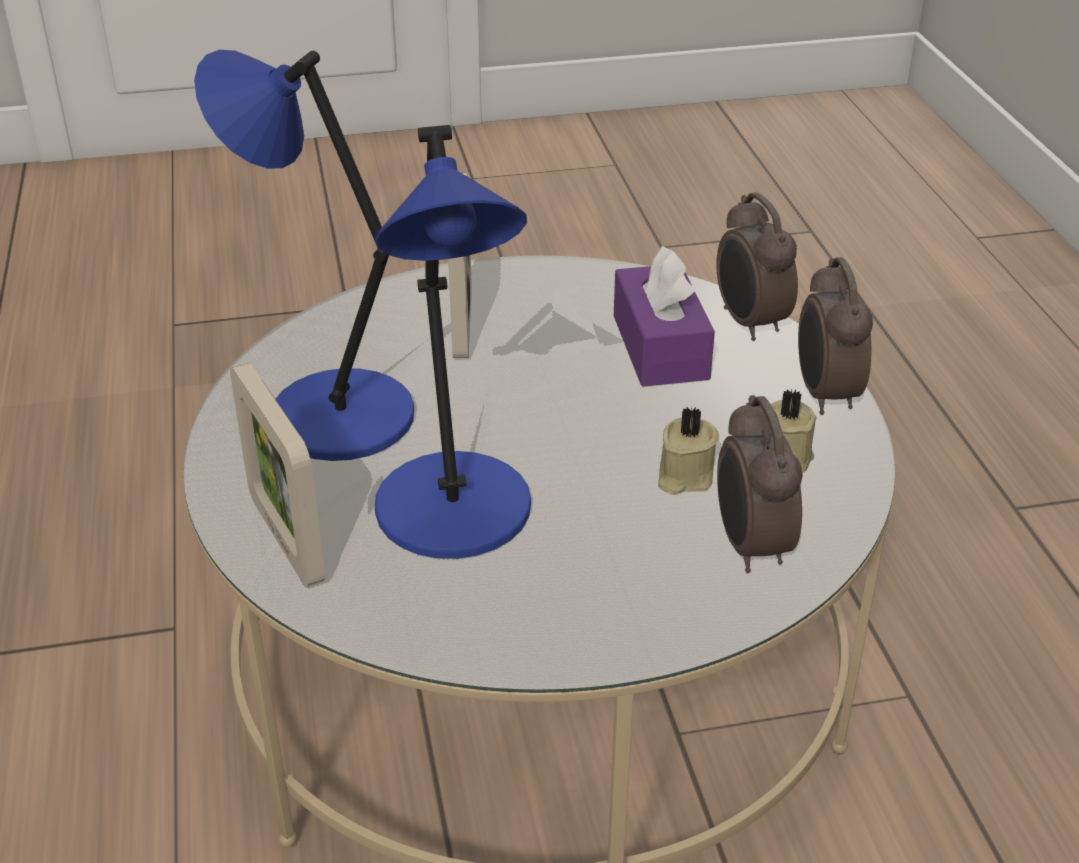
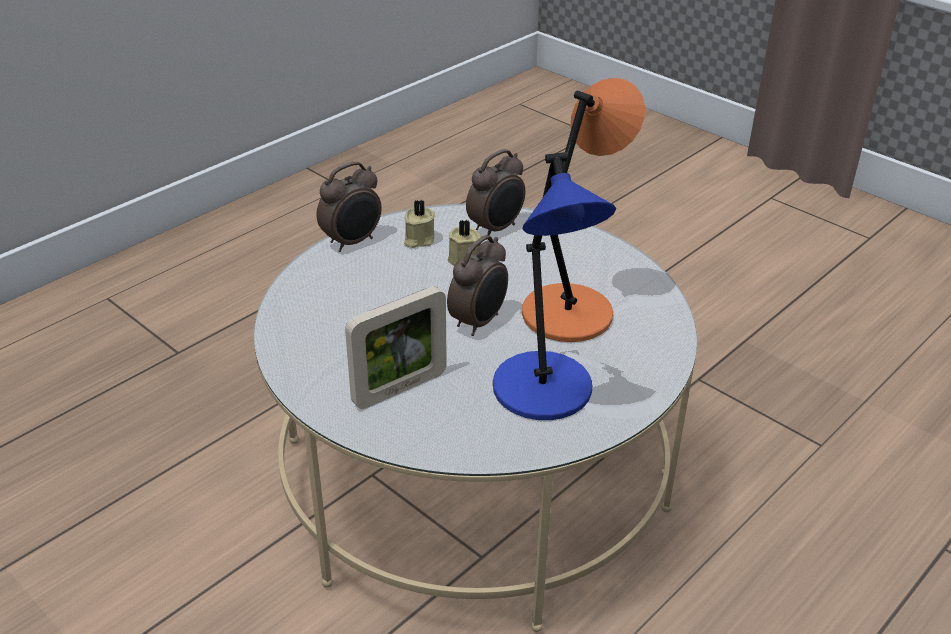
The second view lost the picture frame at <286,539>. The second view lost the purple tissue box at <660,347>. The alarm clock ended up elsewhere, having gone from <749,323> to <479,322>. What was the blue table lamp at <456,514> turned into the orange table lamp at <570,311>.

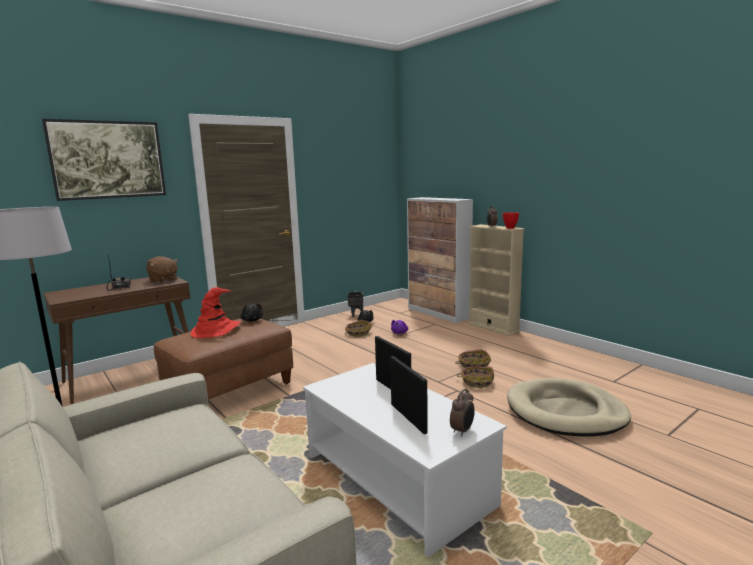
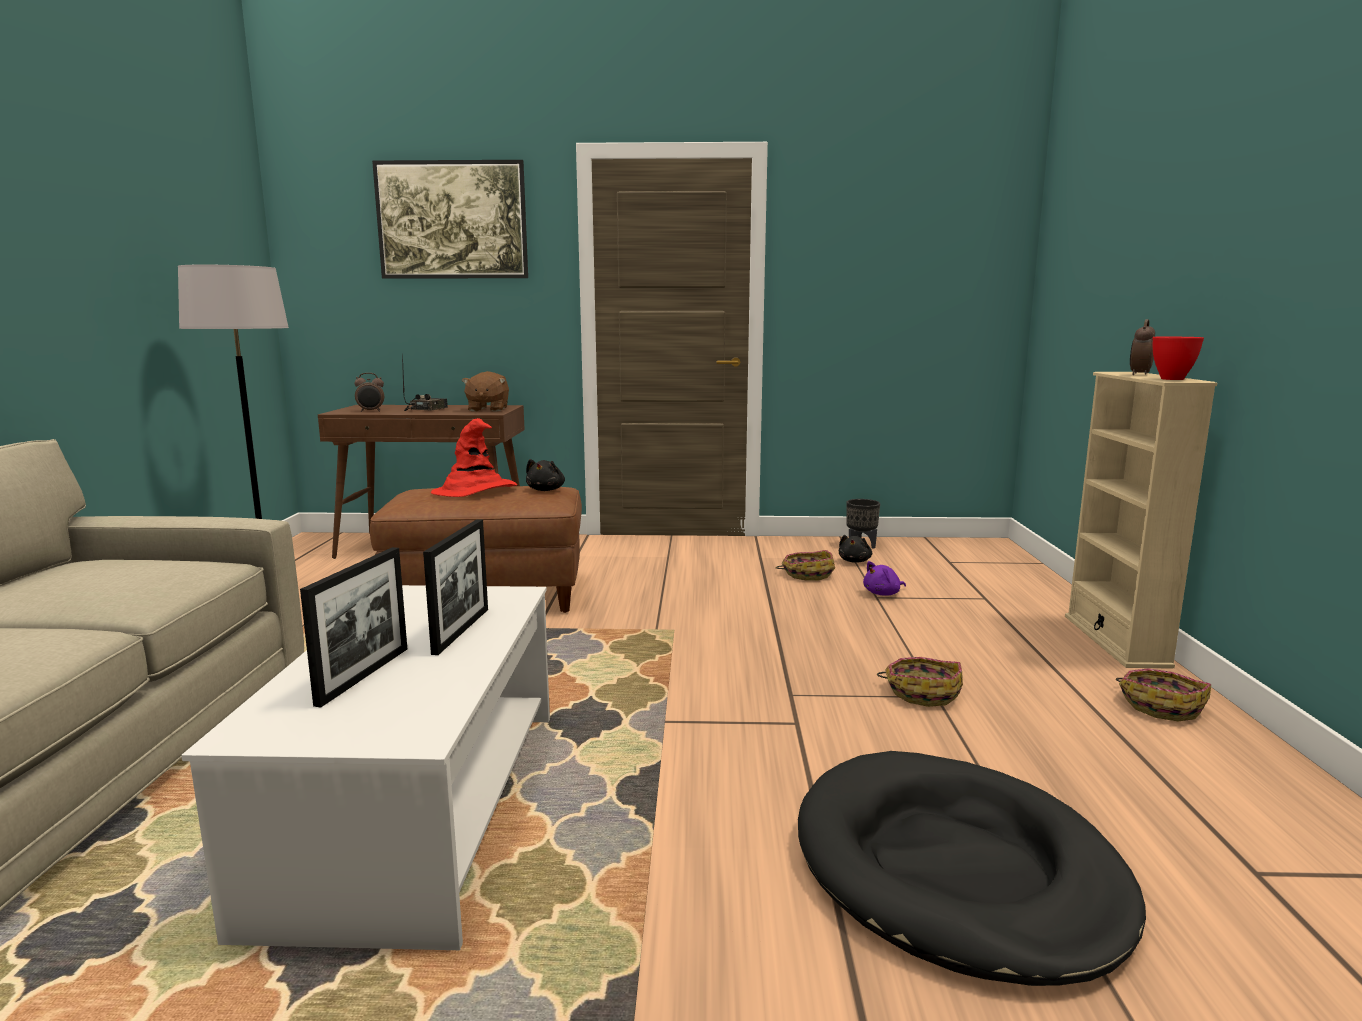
The second view lost the cabinet at <438,313>. The alarm clock ended up elsewhere, having gone from <462,431> to <371,411>. The basket ended up elsewhere, having gone from <477,381> to <1161,705>. What was the beige dog bed at <565,412> turned into the black dog bed at <956,870>.

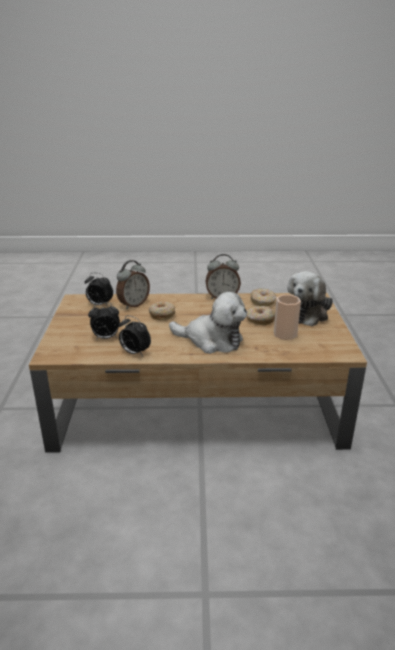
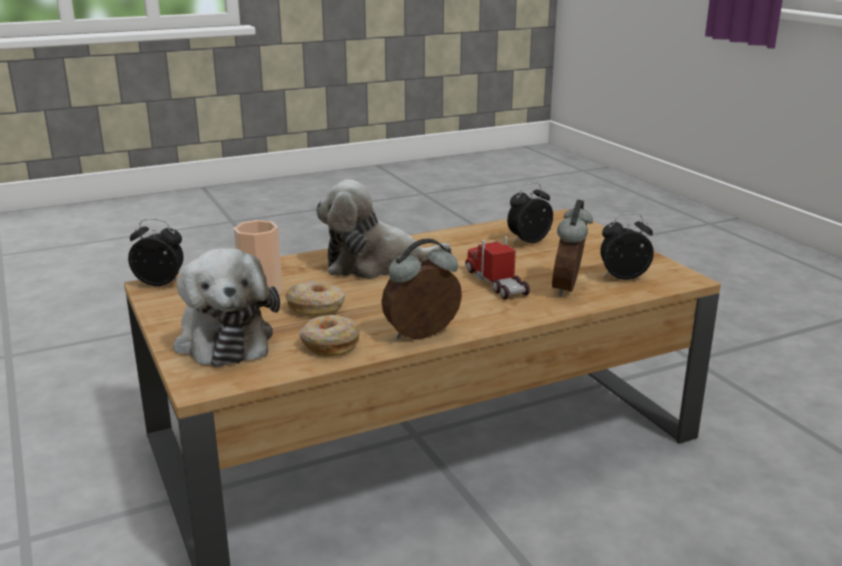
The alarm clock ended up elsewhere, having gone from <134,353> to <161,283>. Where the donut stood at <162,315>, the toy truck came to stand at <496,283>. The plush toy at <308,313> ended up facing another way, 150 degrees clockwise from before.

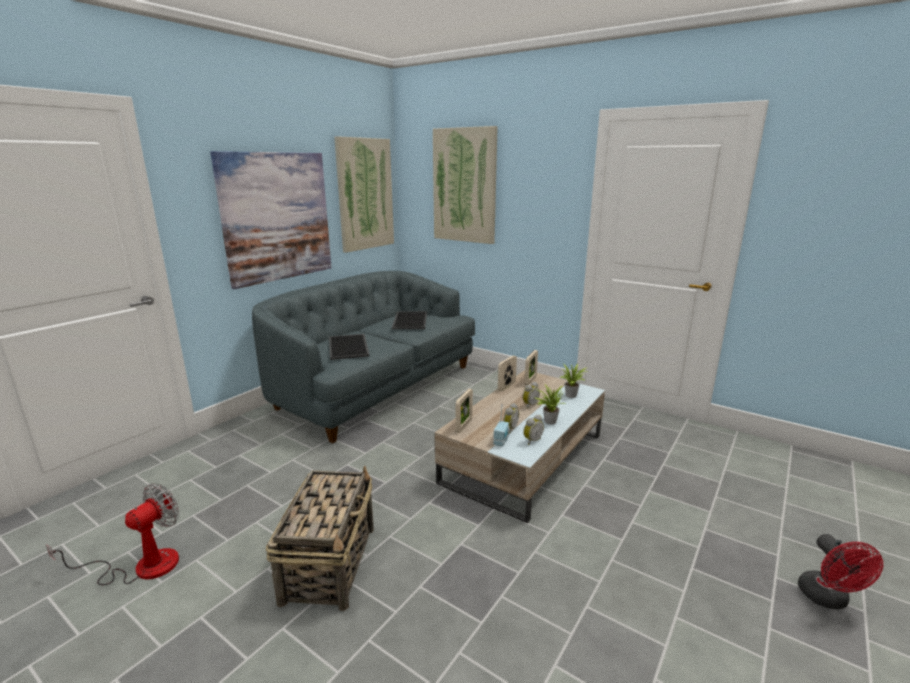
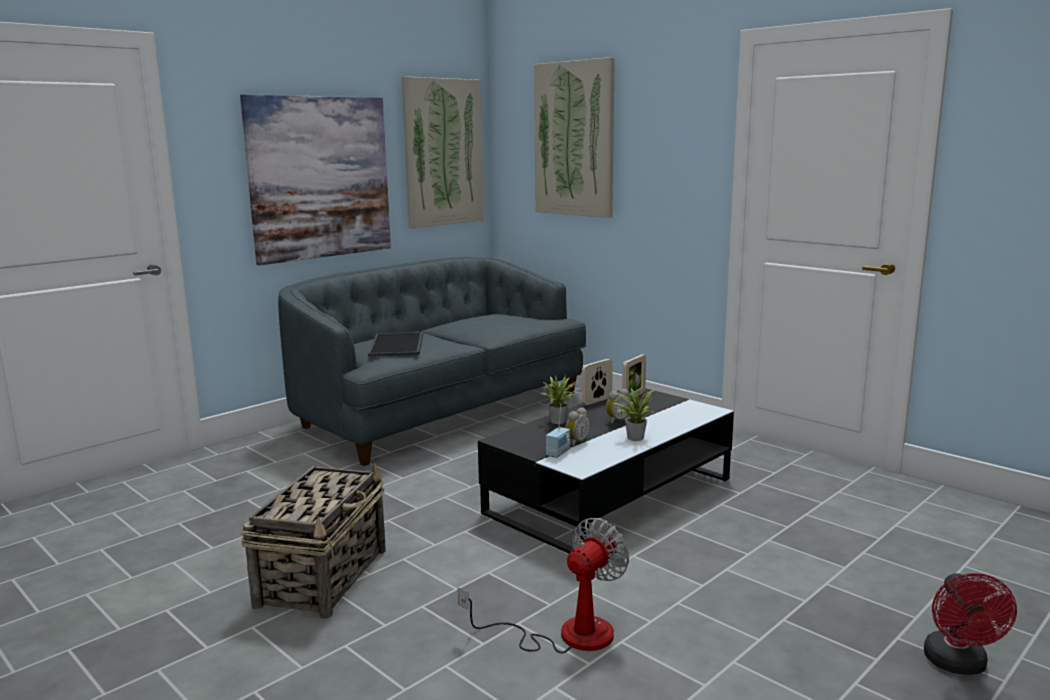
The second view lost the tray at <409,320>. The second view lost the picture frame at <464,425>. The second view lost the alarm clock at <531,440>. The fan ended up elsewhere, having gone from <141,566> to <566,634>. The potted plant ended up elsewhere, having gone from <572,395> to <560,421>. What was the beige coffee table at <524,458> turned into the black coffee table at <610,495>.

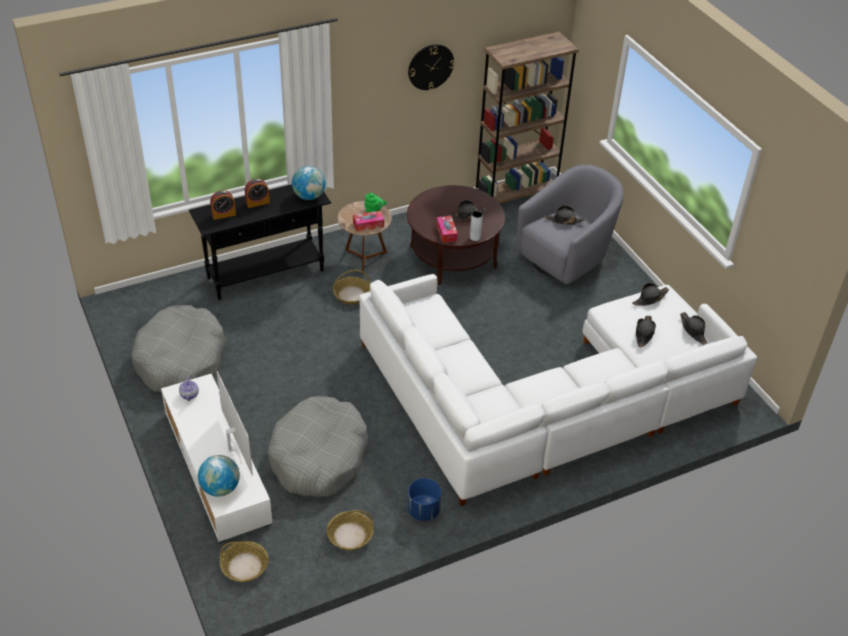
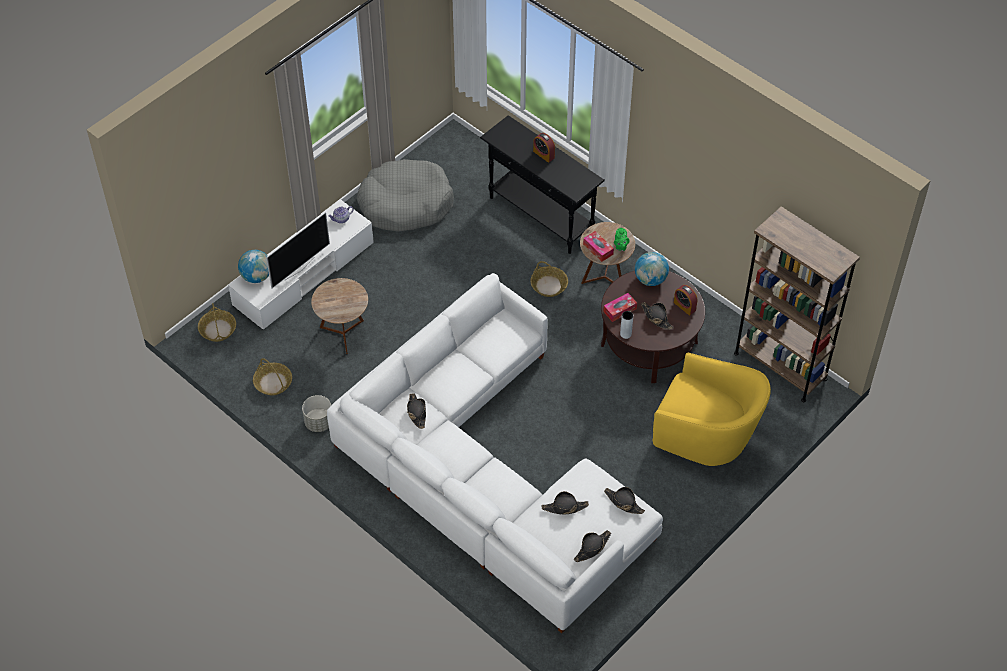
The second view lost the wall clock at <430,66>. The alarm clock ended up elsewhere, having gone from <223,214> to <684,306>. The globe ended up elsewhere, having gone from <309,196> to <650,279>. The black hat ended up elsewhere, having gone from <564,220> to <416,412>. Where the grey dog bed stood at <319,457>, the brown side table came to stand at <343,334>. What was the blue planter at <423,511> turned into the grey planter at <318,422>. What was the grey armchair at <566,256> turned into the yellow armchair at <706,436>.

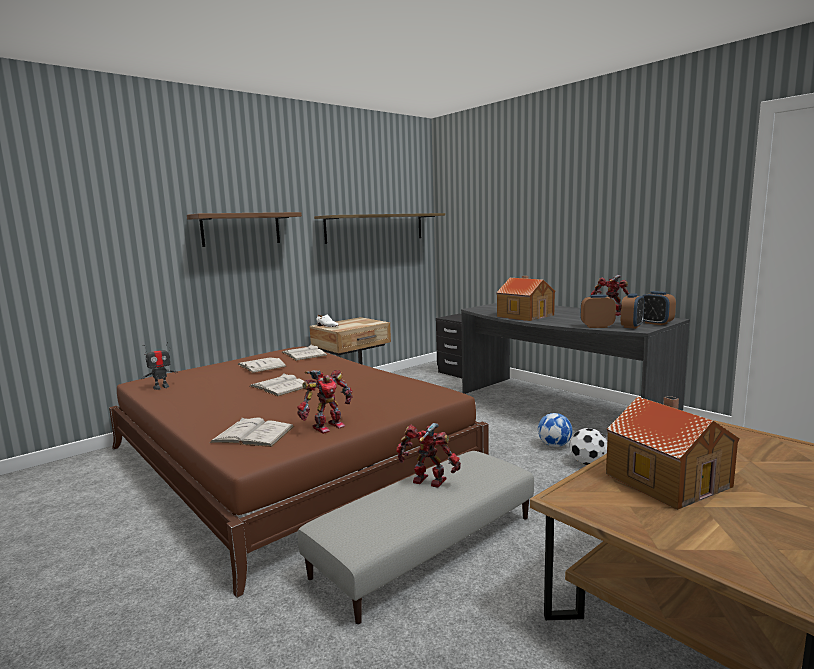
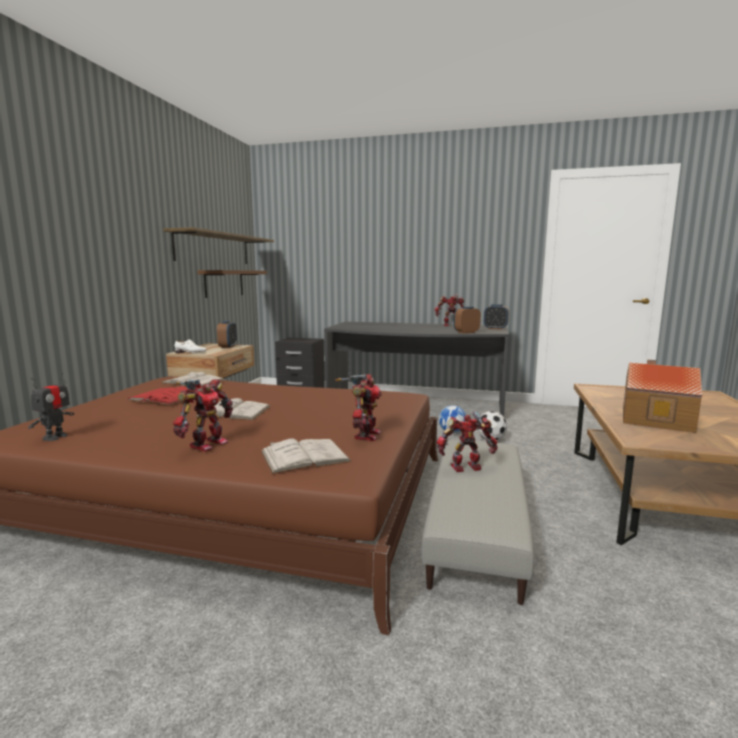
The second view lost the toy house at <525,315>. The second view gained the toy robot at <206,444>. The brown shelf ended up elsewhere, having gone from <241,229> to <224,283>. The alarm clock ended up elsewhere, having gone from <631,326> to <228,347>. What was the white book at <261,365> turned into the red book at <164,397>.

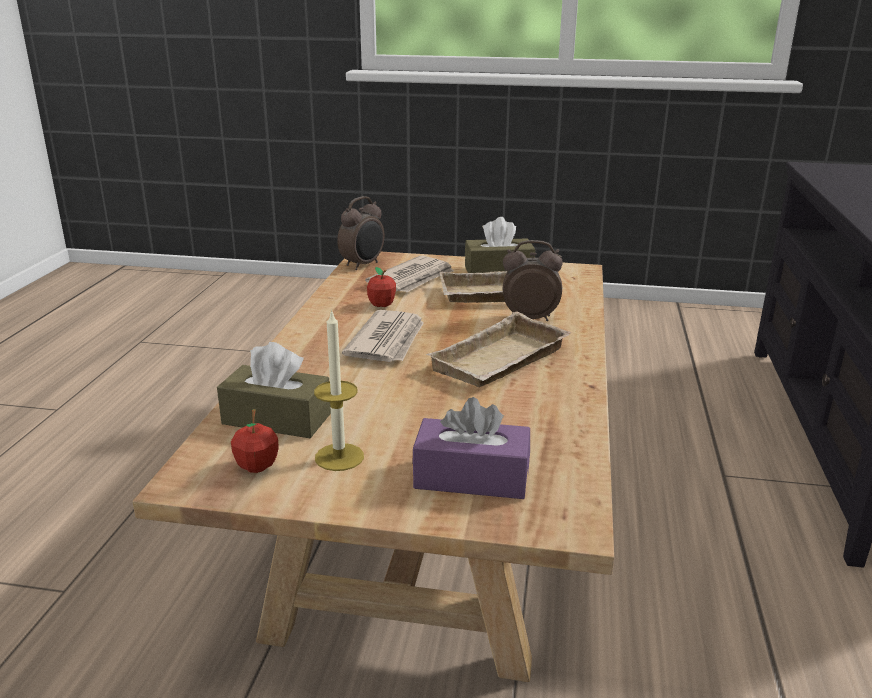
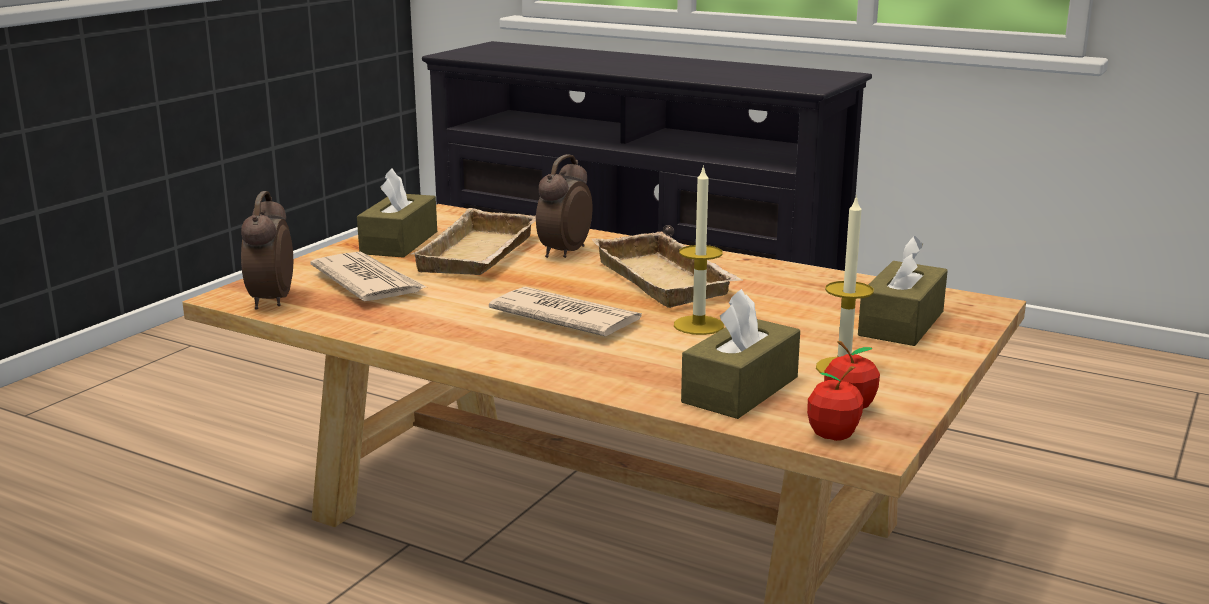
The second view gained the candle at <698,325>. The apple ended up elsewhere, having gone from <381,305> to <833,435>. What was the purple tissue box at <471,477> turned into the brown tissue box at <901,323>. The alarm clock at <363,265> ended up facing another way, 150 degrees counterclockwise from before.

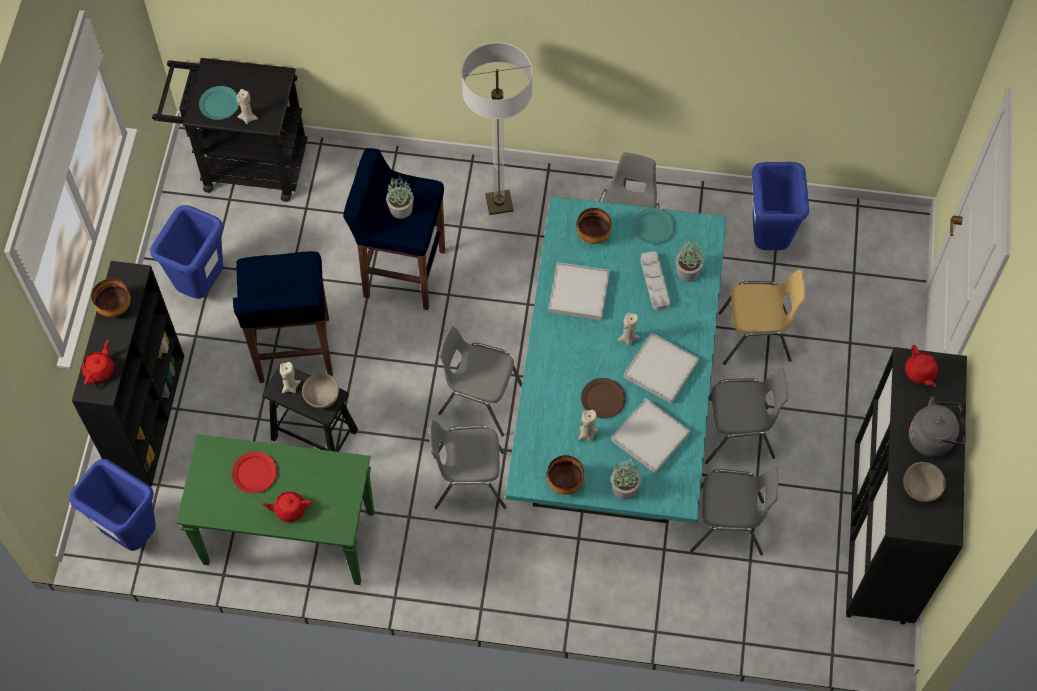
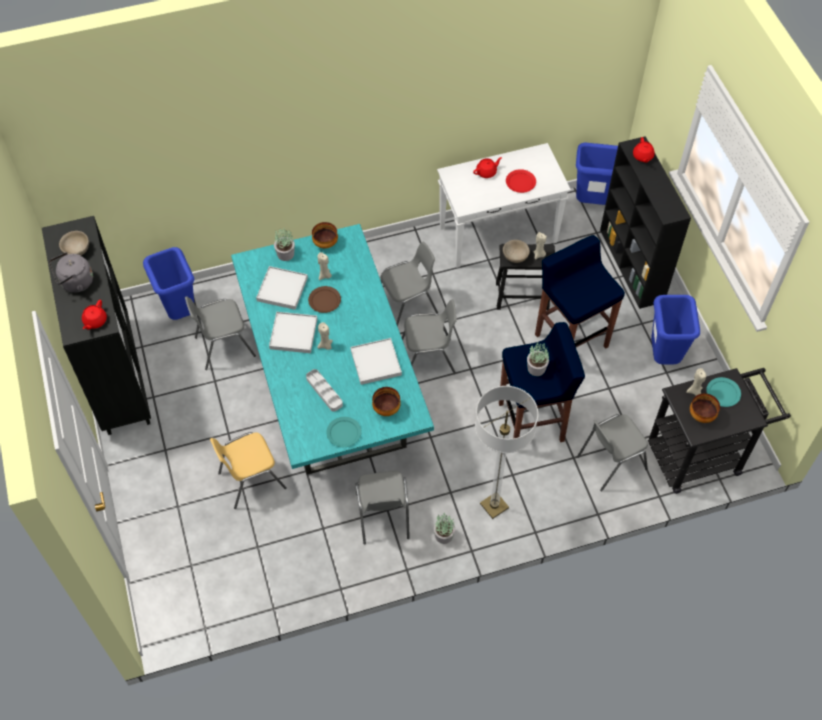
The bowl ended up elsewhere, having gone from <114,307> to <702,415>. The potted plant ended up elsewhere, having gone from <688,272> to <443,535>. The grey chair ended up elsewhere, having gone from <737,435> to <610,462>. The blue trash can ended up elsewhere, having gone from <768,240> to <180,311>. What was the green console table at <287,538> turned into the white console table at <498,234>. The red teapot at <920,372> ended up facing another way, 120 degrees counterclockwise from before.

